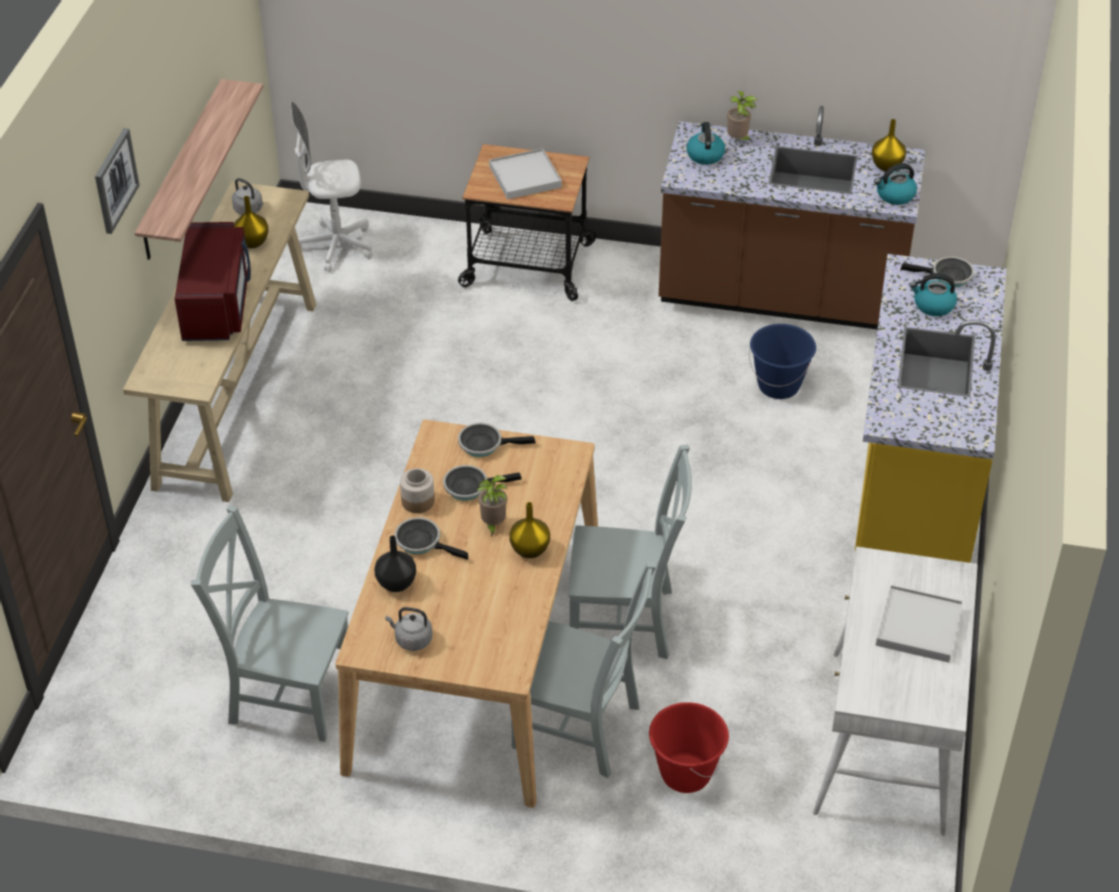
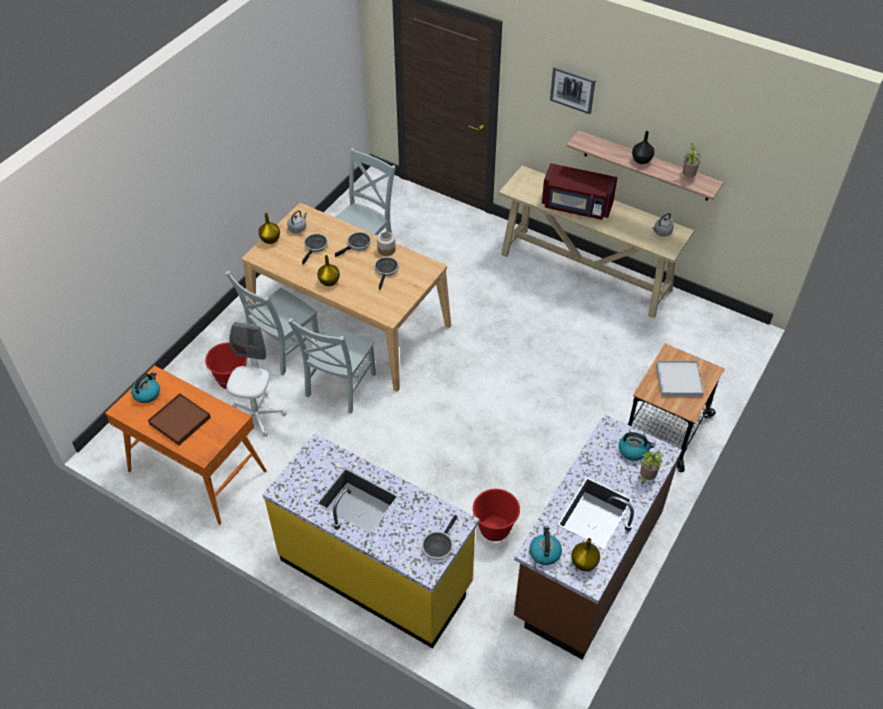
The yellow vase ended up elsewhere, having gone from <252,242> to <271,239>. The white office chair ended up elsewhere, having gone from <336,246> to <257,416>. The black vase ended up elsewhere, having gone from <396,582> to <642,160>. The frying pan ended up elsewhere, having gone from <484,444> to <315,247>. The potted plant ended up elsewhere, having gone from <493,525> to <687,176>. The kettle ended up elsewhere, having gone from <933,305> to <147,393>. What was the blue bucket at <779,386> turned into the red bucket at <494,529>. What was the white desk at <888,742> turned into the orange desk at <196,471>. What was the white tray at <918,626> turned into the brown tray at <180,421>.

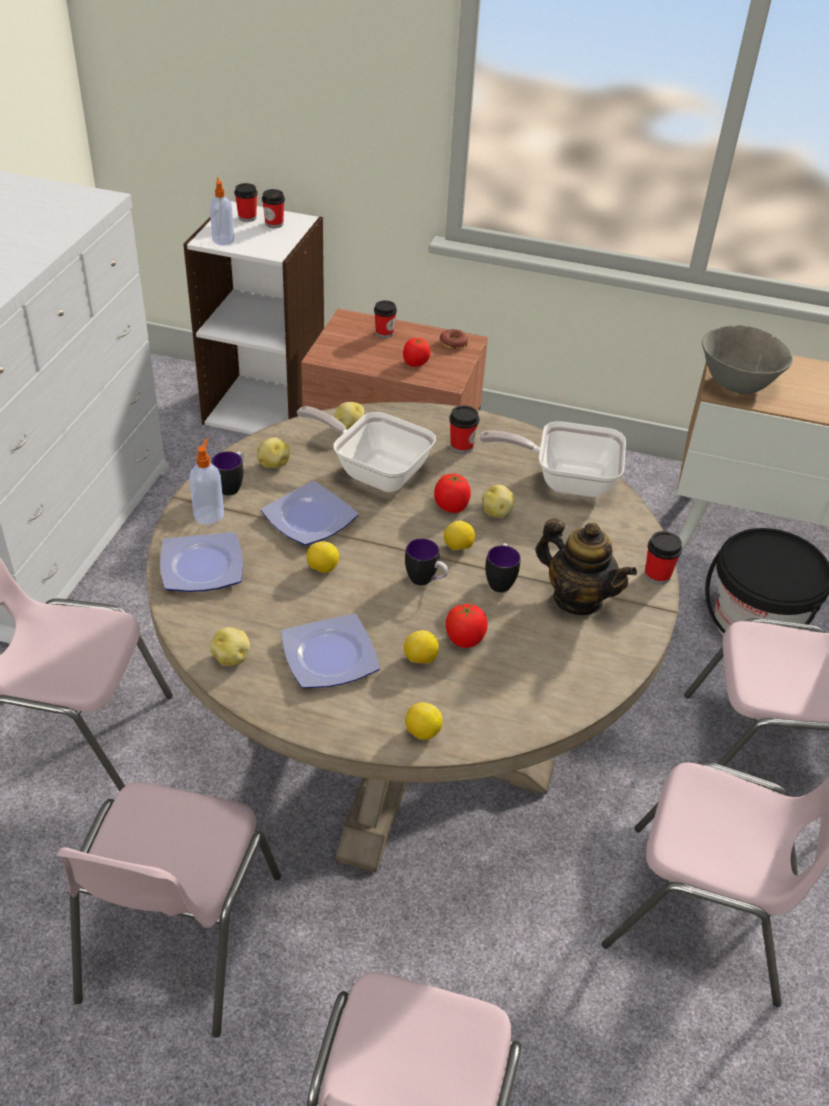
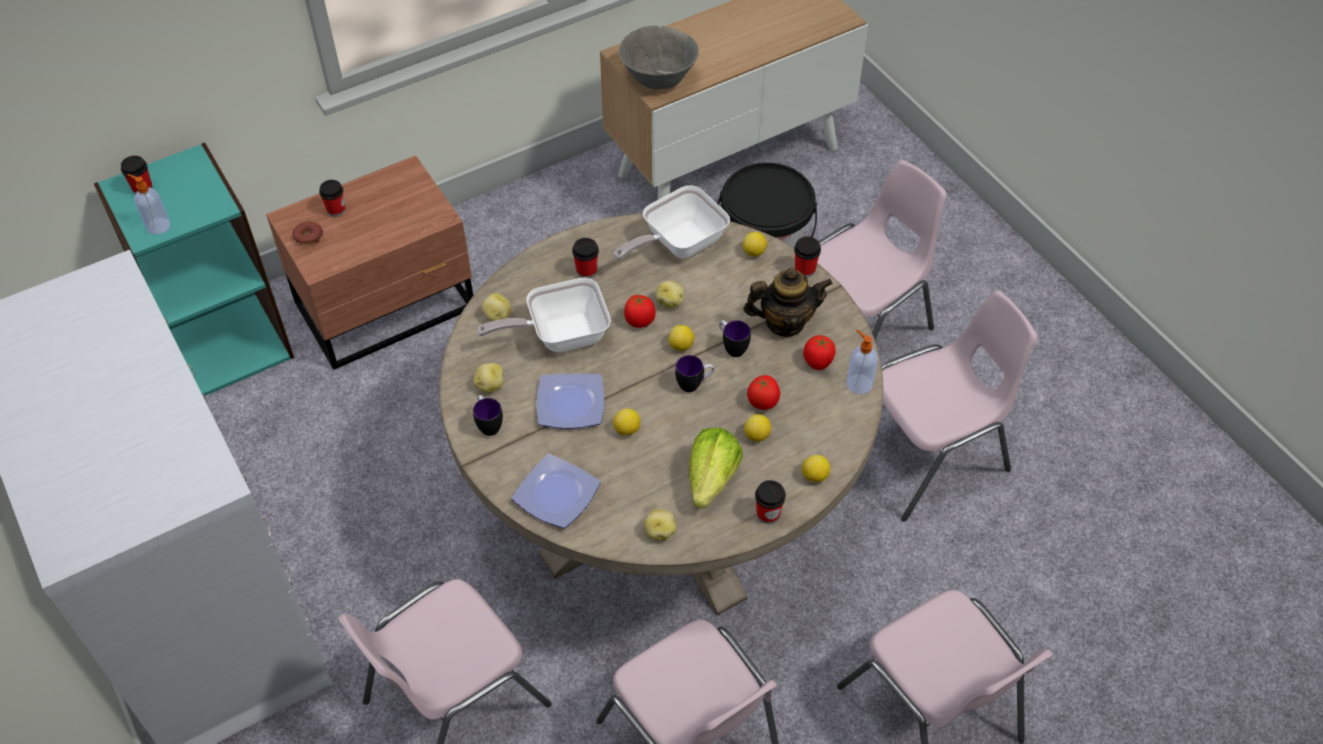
The second view gained the lemon at <754,252>. The soap dispenser ended up elsewhere, having gone from <209,514> to <858,383>. The cup ended up elsewhere, having gone from <274,224> to <768,514>. The tomato ended up elsewhere, having gone from <415,363> to <818,362>. The donut ended up elsewhere, having gone from <453,343> to <308,237>. Where the plate stood at <331,657>, the lettuce came to stand at <711,479>. What was the white bookcase at <265,407> turned into the turquoise bookcase at <226,343>.

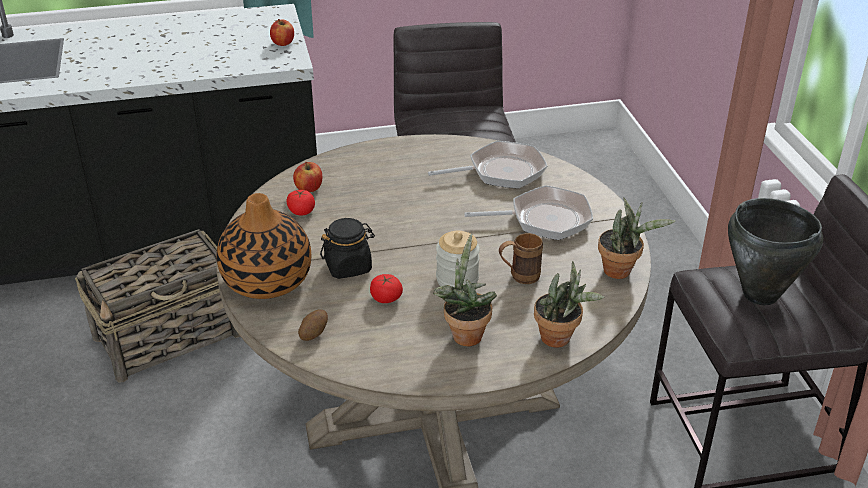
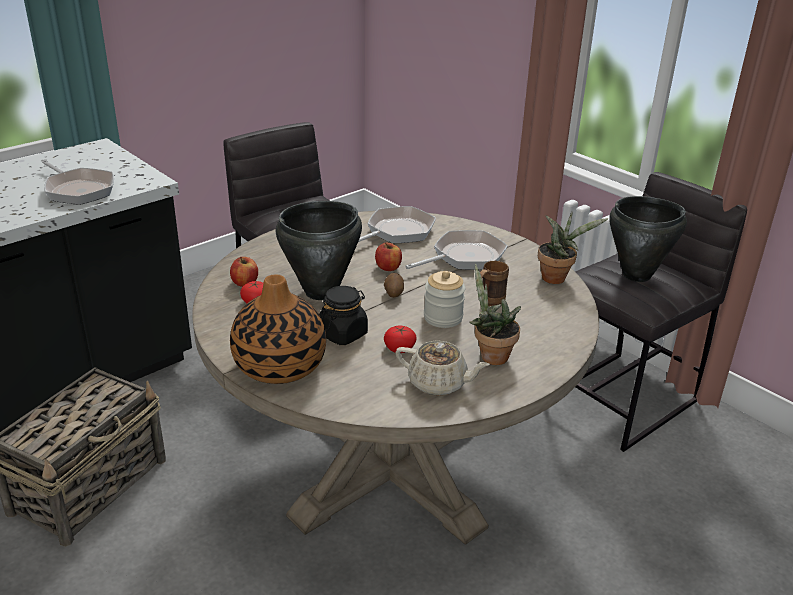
The second view lost the potted plant at <560,339>. The second view gained the frying pan at <78,190>. The second view gained the black cooking pot at <321,292>. The second view gained the beige teapot at <438,383>. The apple ended up elsewhere, having gone from <283,43> to <388,267>. The potato ended up elsewhere, having gone from <313,334> to <393,294>.

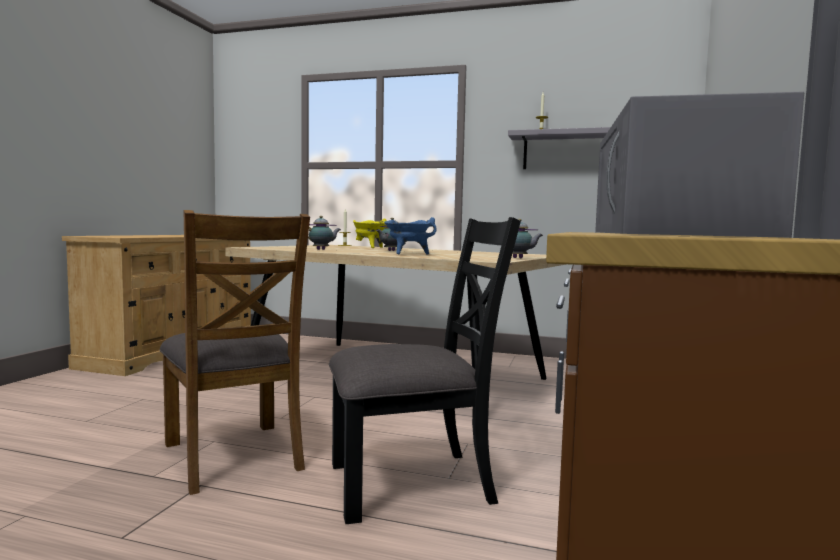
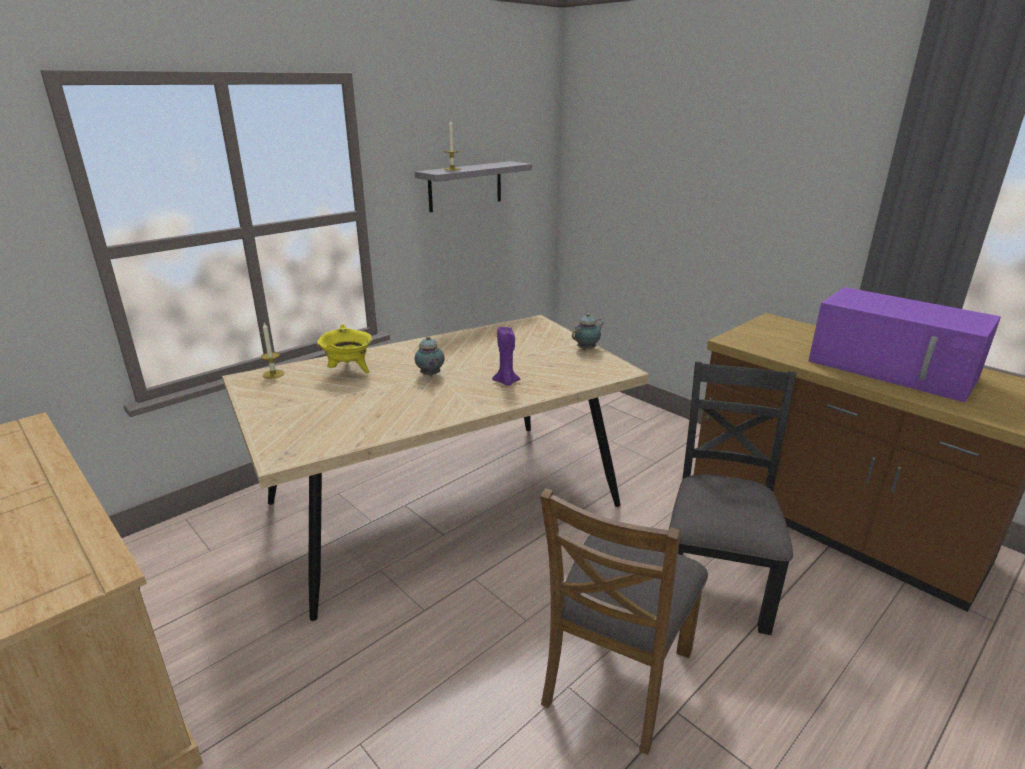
The second view lost the teapot at <322,249>. Where the blue cooking pot stood at <408,254>, the purple candle came to stand at <506,382>. What was the grey microwave at <672,234> turned into the purple microwave at <894,369>. The brown chair at <234,455> ended up facing another way, 120 degrees clockwise from before.

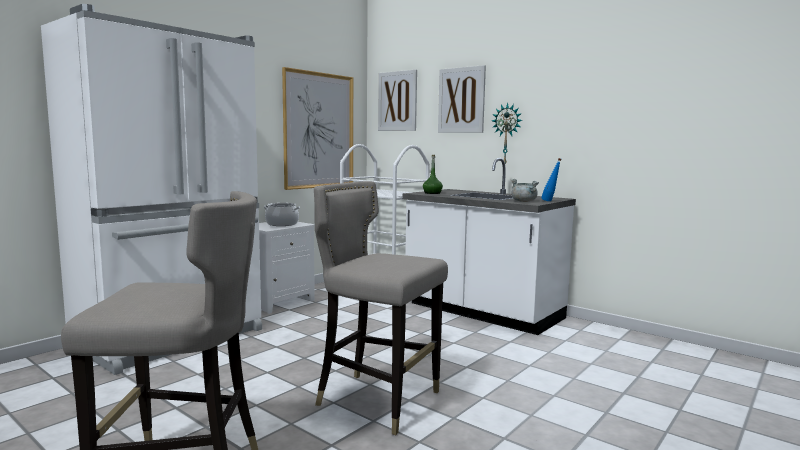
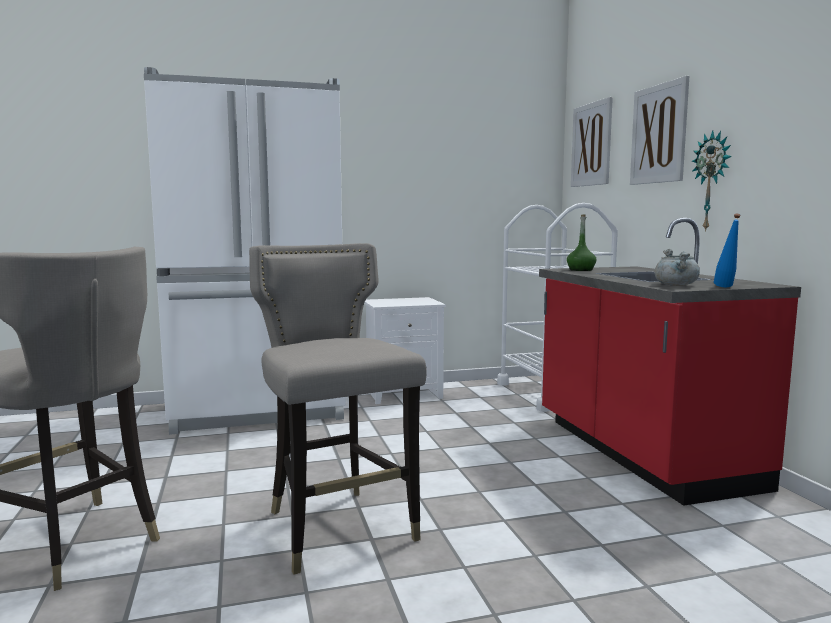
The second view lost the cooking pot at <282,224>. The second view lost the picture at <319,130>. What was the white counter at <482,312> turned into the red counter at <640,453>.

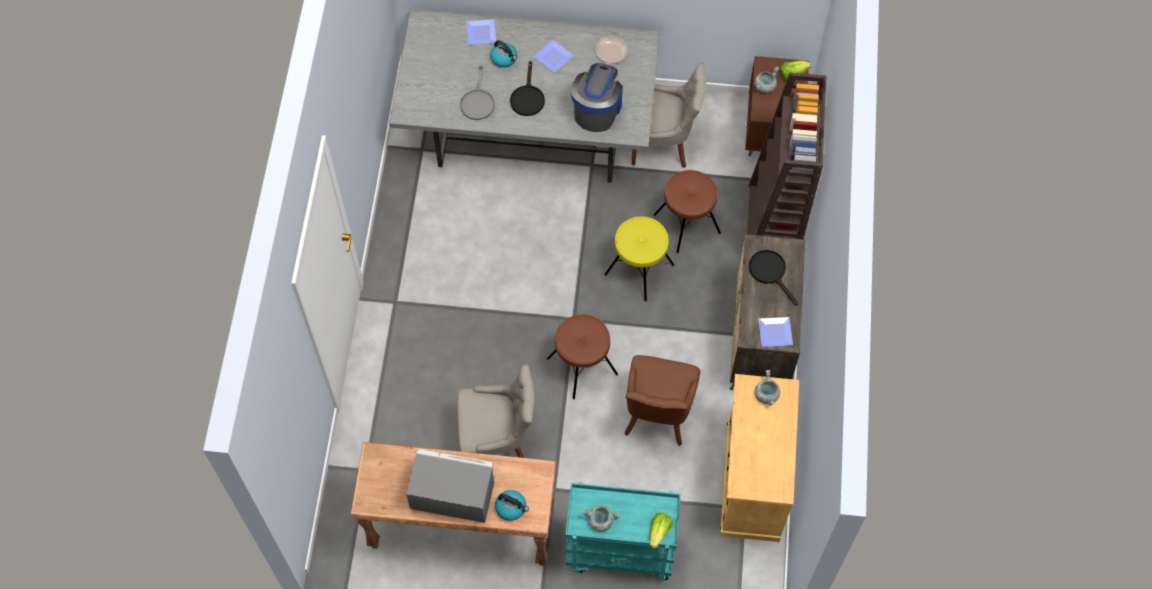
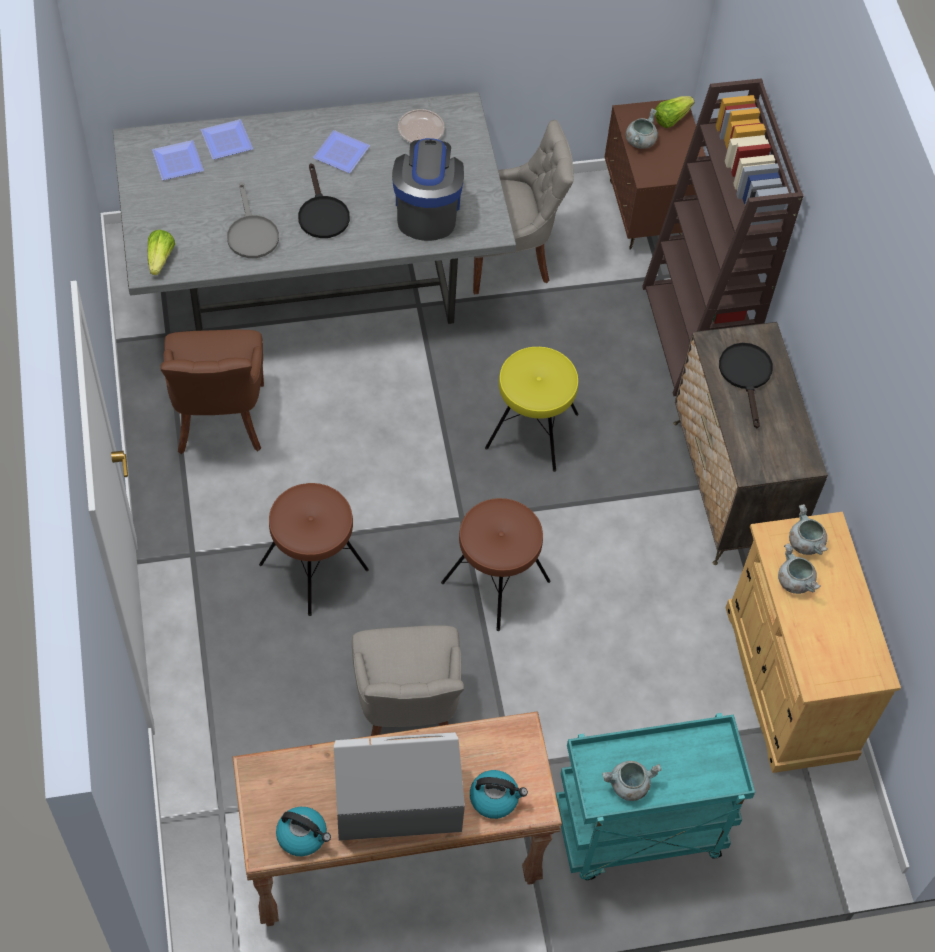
The second view gained the grey cooking pot at <794,581>. The kettle ended up elsewhere, having gone from <504,59> to <303,835>. The brown chair ended up elsewhere, having gone from <657,415> to <219,420>. The lettuce ended up elsewhere, having gone from <659,531> to <160,259>. The brown stool ended up elsewhere, having gone from <686,223> to <313,567>. The plate ended up elsewhere, having gone from <774,333> to <177,163>. The grey chair at <497,441> ended up facing another way, 105 degrees clockwise from before. The black frying pan at <770,272> ended up facing another way, 45 degrees clockwise from before.

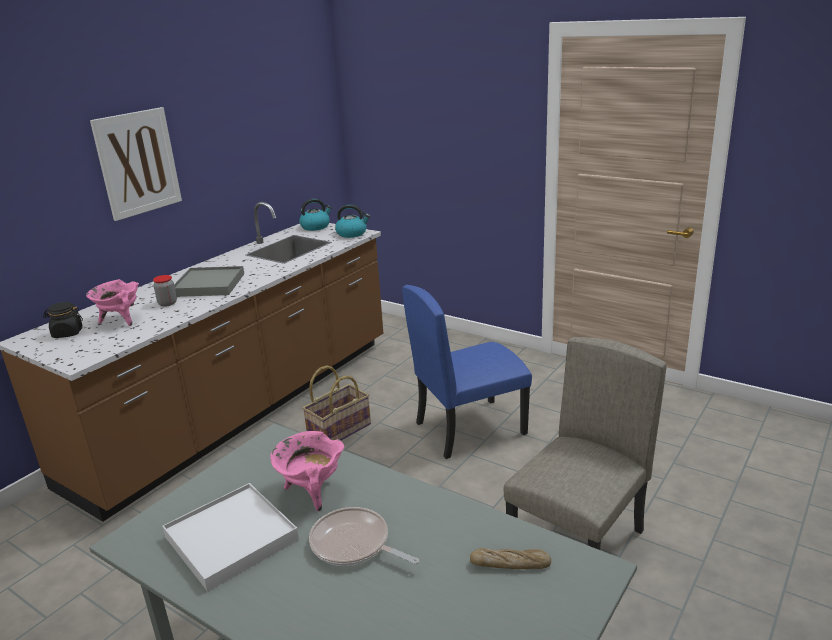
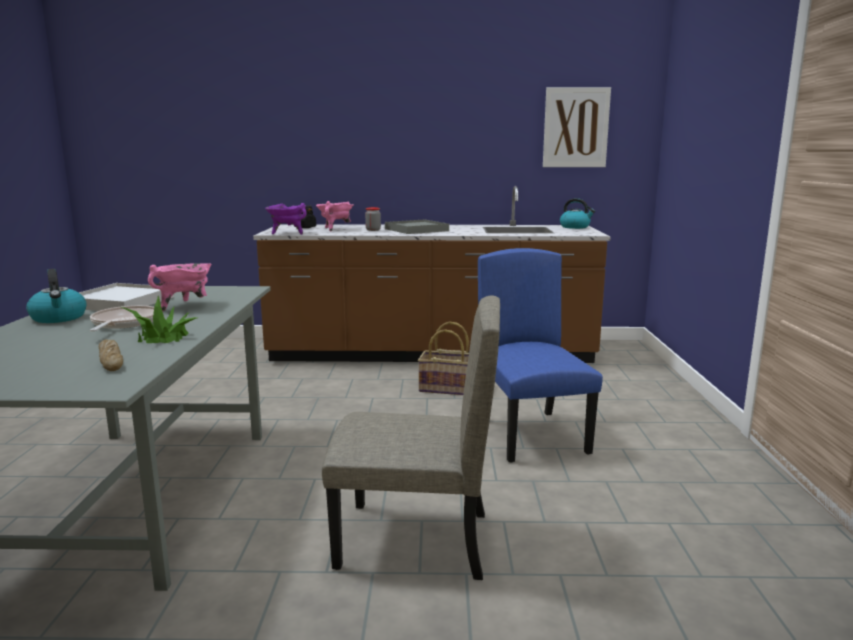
The second view gained the potted plant at <162,337>. The second view gained the purple cooking pot at <287,233>. The picture ended up elsewhere, having gone from <137,163> to <576,127>. The kettle ended up elsewhere, having gone from <352,233> to <59,318>. The blue chair at <470,428> ended up facing another way, 45 degrees clockwise from before.

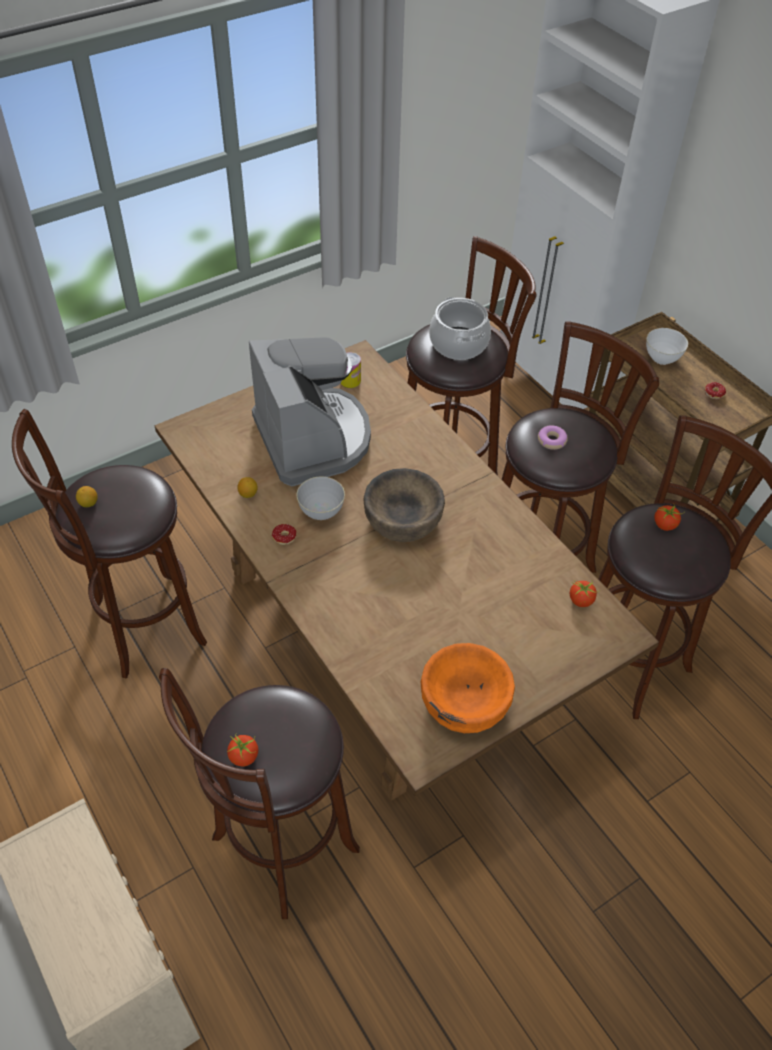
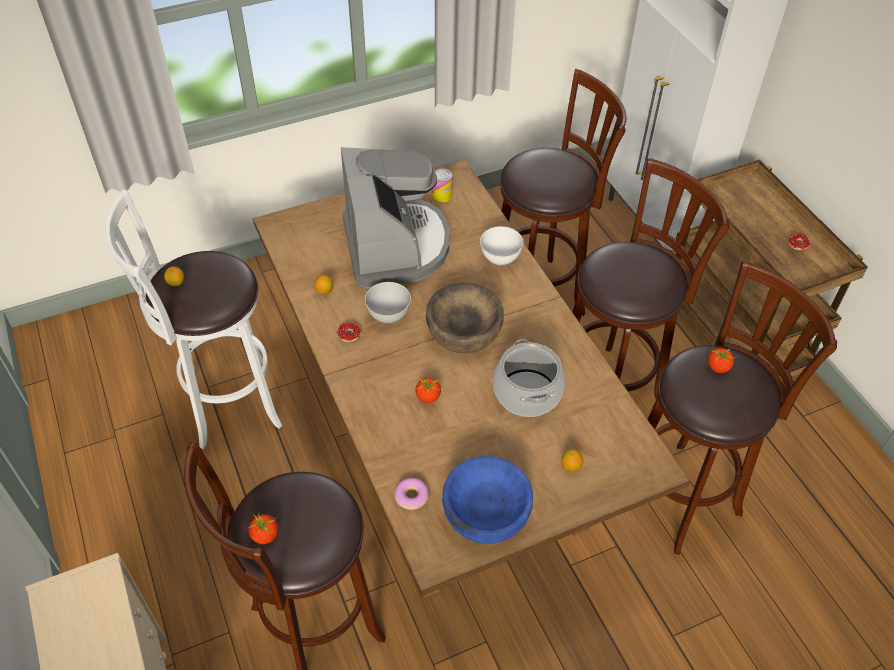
The second view gained the lemon at <570,466>. The cooking pot ended up elsewhere, having gone from <458,344> to <526,393>. The donut ended up elsewhere, having gone from <551,441> to <411,496>. The tomato ended up elsewhere, having gone from <581,601> to <428,397>. The white bowl ended up elsewhere, having gone from <662,358> to <500,258>. What was the brown stool at <142,627> turned into the white stool at <226,404>. What was the orange bowl at <465,702> turned into the blue bowl at <486,513>.

